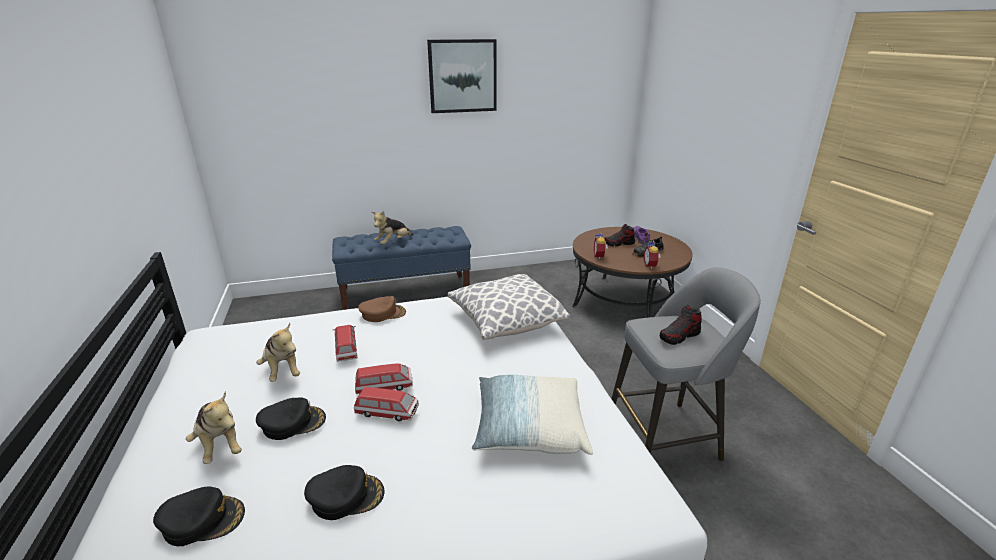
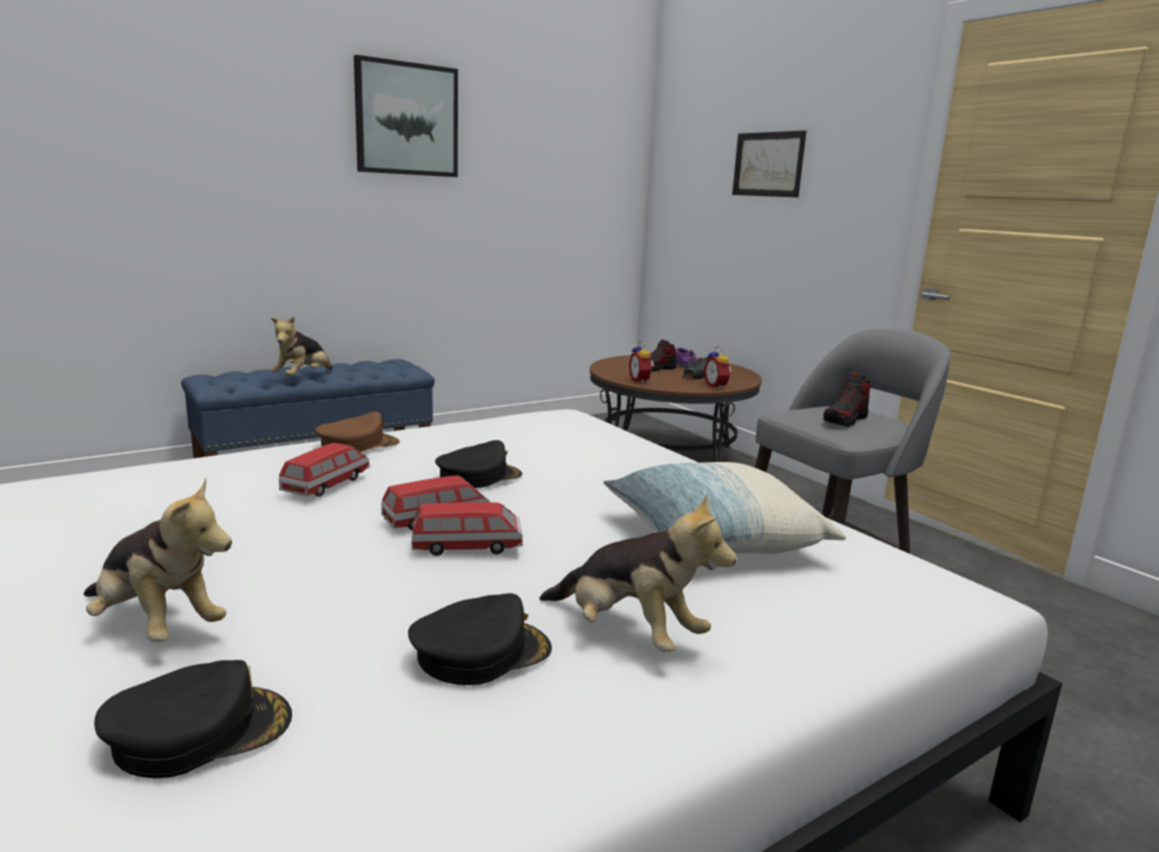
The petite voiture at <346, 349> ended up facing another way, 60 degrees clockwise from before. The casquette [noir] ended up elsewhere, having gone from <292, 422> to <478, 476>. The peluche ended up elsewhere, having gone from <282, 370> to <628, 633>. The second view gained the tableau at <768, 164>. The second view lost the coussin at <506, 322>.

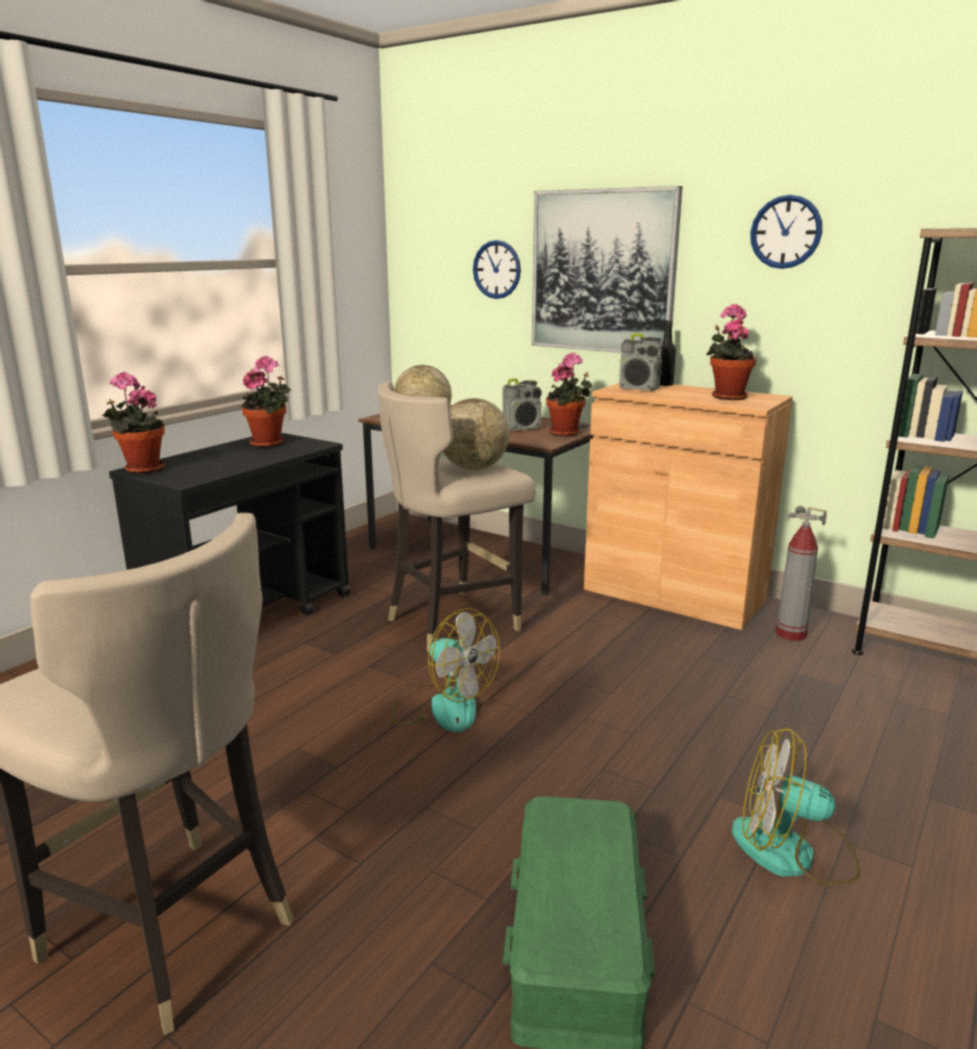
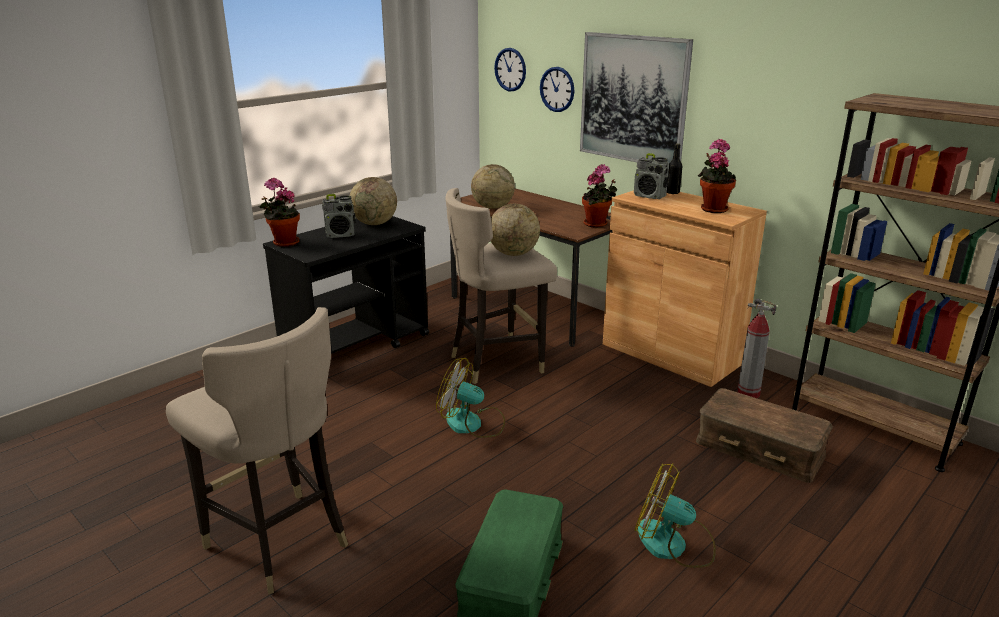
The radio ended up elsewhere, having gone from <522, 428> to <340, 235>. Where the plante en pot stood at <270, 443>, the globe came to stand at <374, 223>. The ventilateur at <442, 706> ended up facing another way, 150 degrees clockwise from before. The horloge murale ended up elsewhere, having gone from <785, 232> to <510, 69>. The second view gained the boîte de rangement [marron] at <759, 449>.

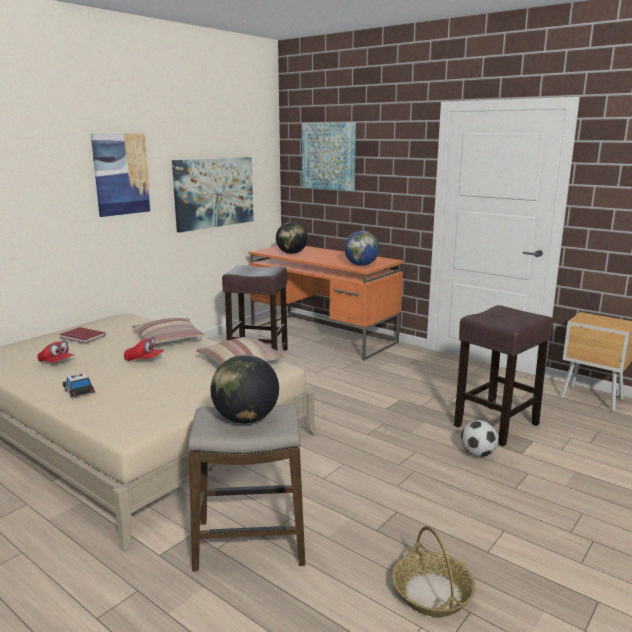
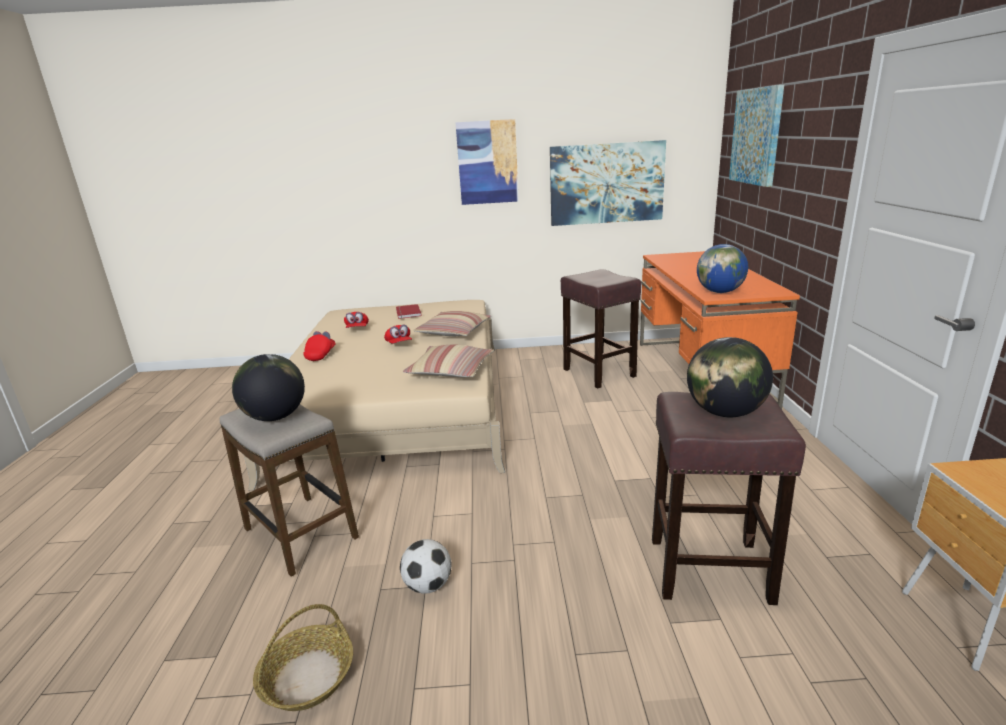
Where the petite voiture stood at <78, 390>, the casquette [rouge] came to stand at <321, 355>. The ballon de foot ended up elsewhere, having gone from <477, 454> to <428, 585>. The globe ended up elsewhere, having gone from <291, 253> to <725, 412>.

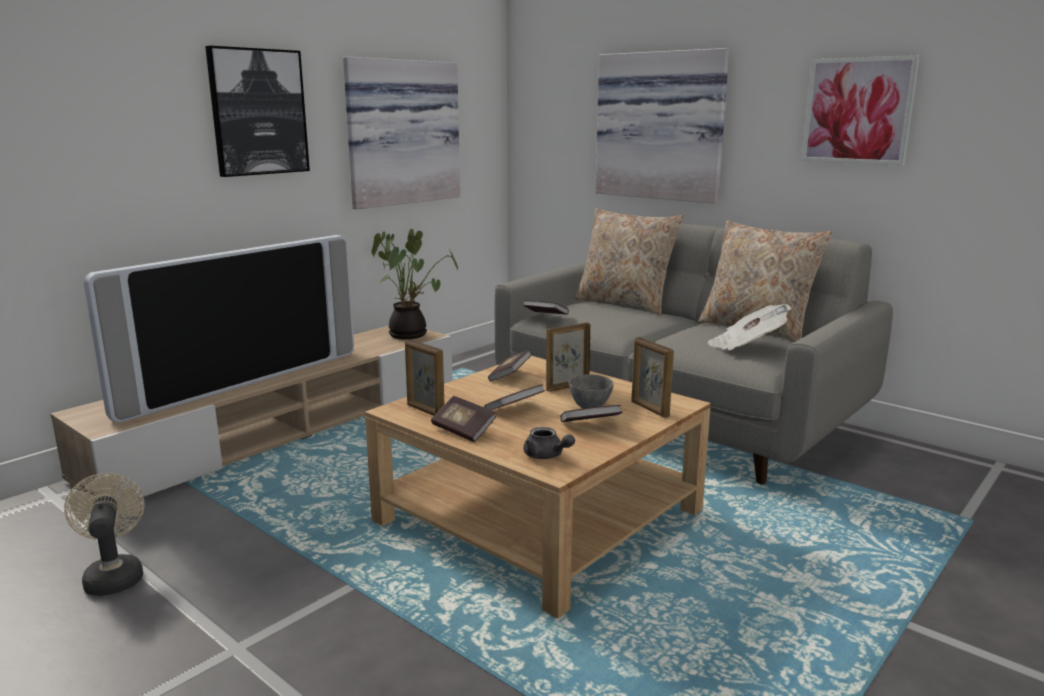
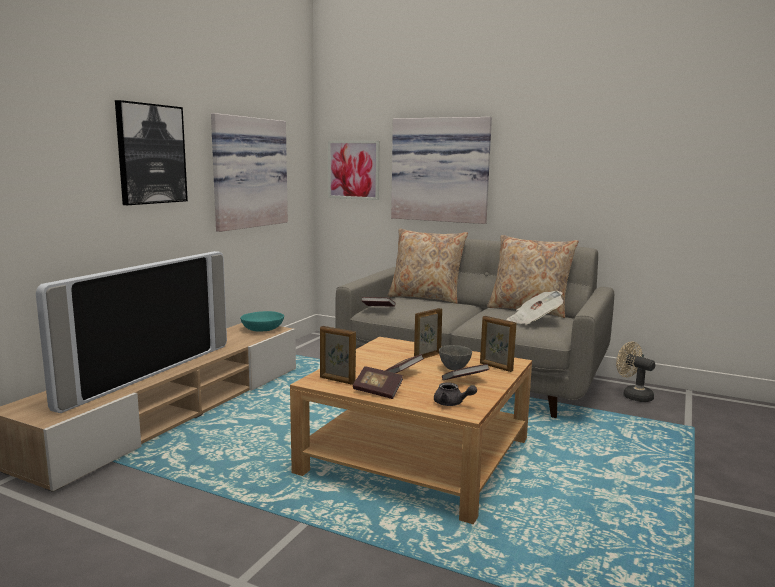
Where the plante en pot stood at <411, 334>, the bol [turquoise] came to stand at <263, 329>. The tableau ended up elsewhere, having gone from <857, 111> to <354, 170>. The ventilateur [beige] ended up elsewhere, having gone from <114, 575> to <633, 395>. The second view lost the livre at <510, 375>.

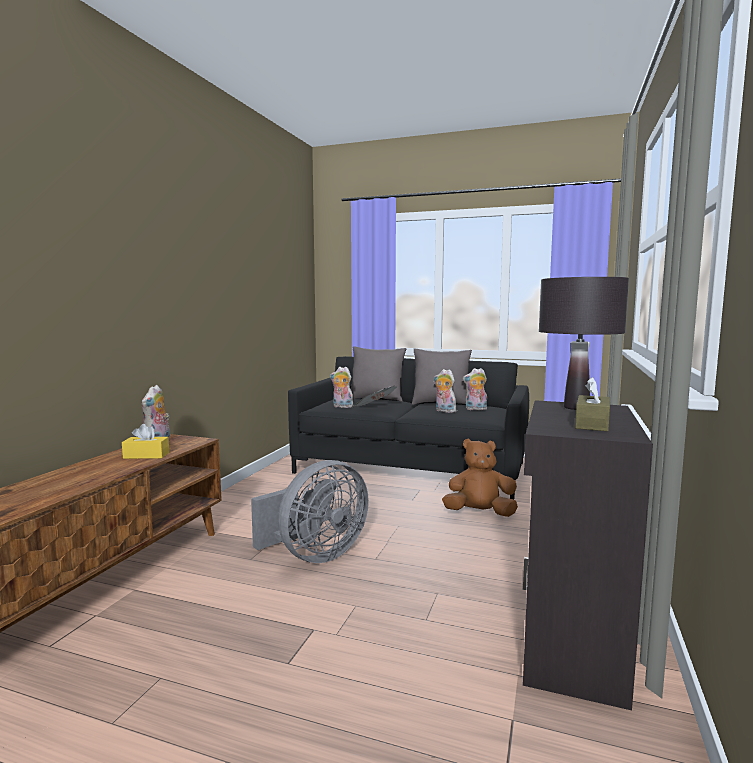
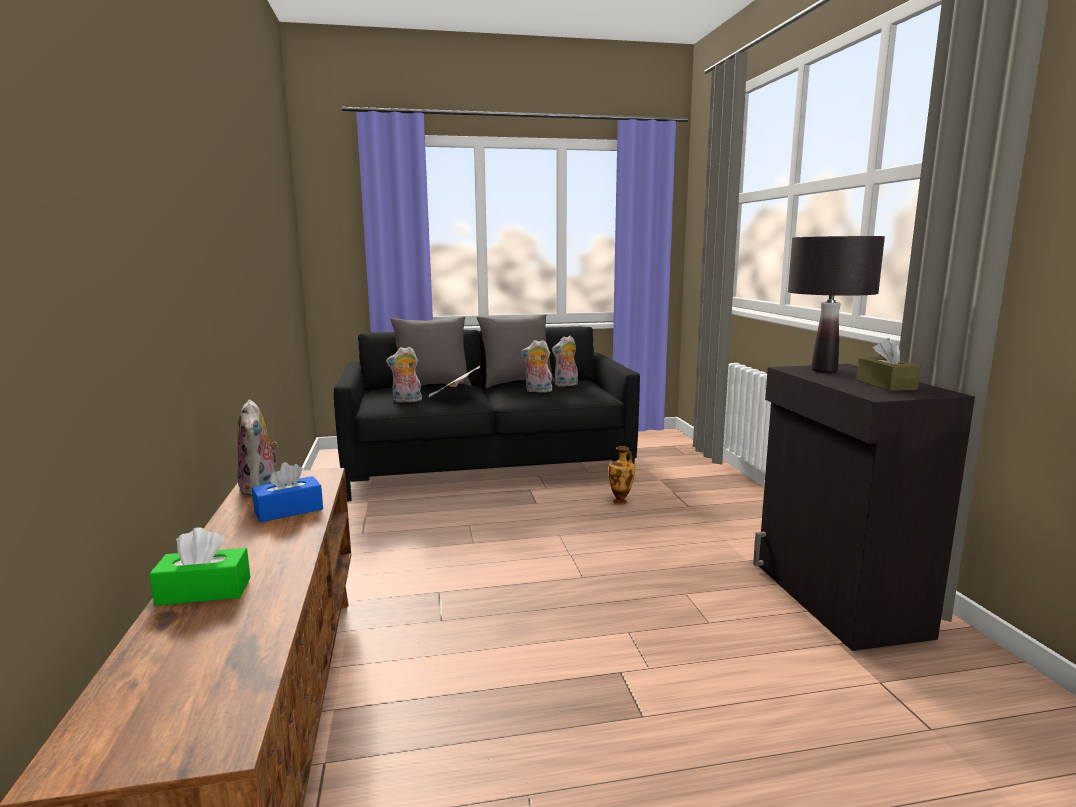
The second view gained the boîte à mouchoirs [vert] at <204, 591>. What was the boîte à mouchoirs [jaune] at <146, 455> turned into the boîte à mouchoirs [bleu] at <289, 510>. Where the peluche [marron] stood at <479, 513>, the vase came to stand at <621, 501>. The second view lost the ventilateur [gris] at <315, 555>.

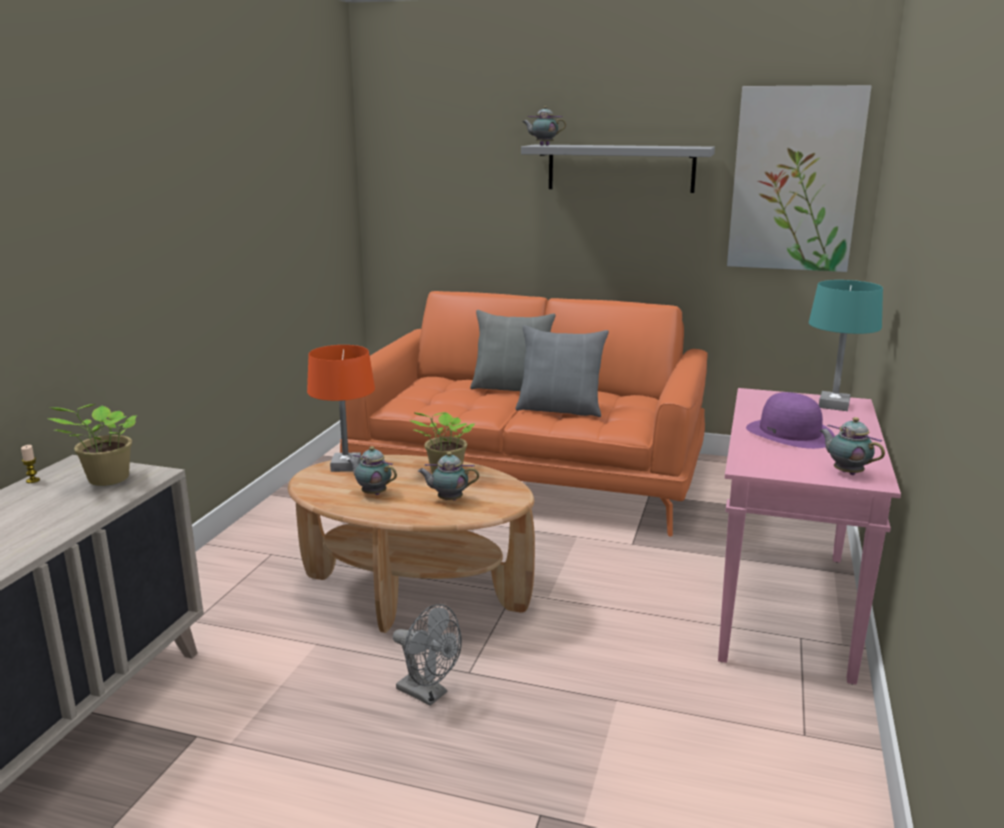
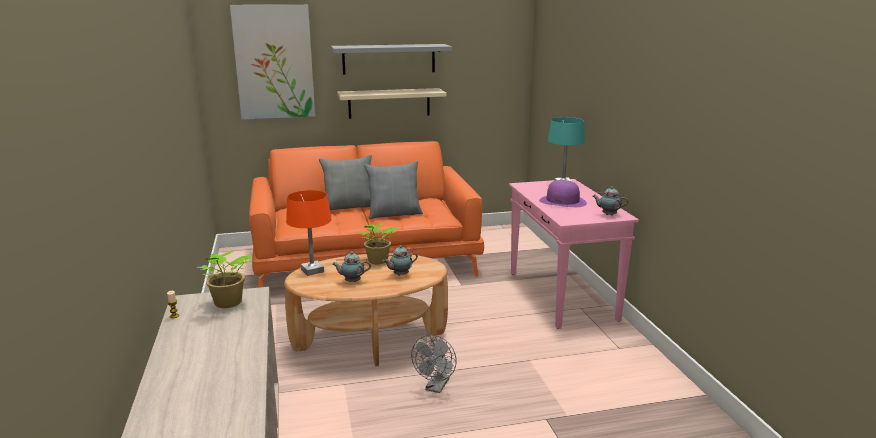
The tableau ended up elsewhere, having gone from <795, 179> to <274, 62>. The second view gained the étagère [beige] at <389, 103>. The ventilateur [gris] at <428, 694> ended up facing another way, 105 degrees clockwise from before. The second view lost the théière at <543, 145>.

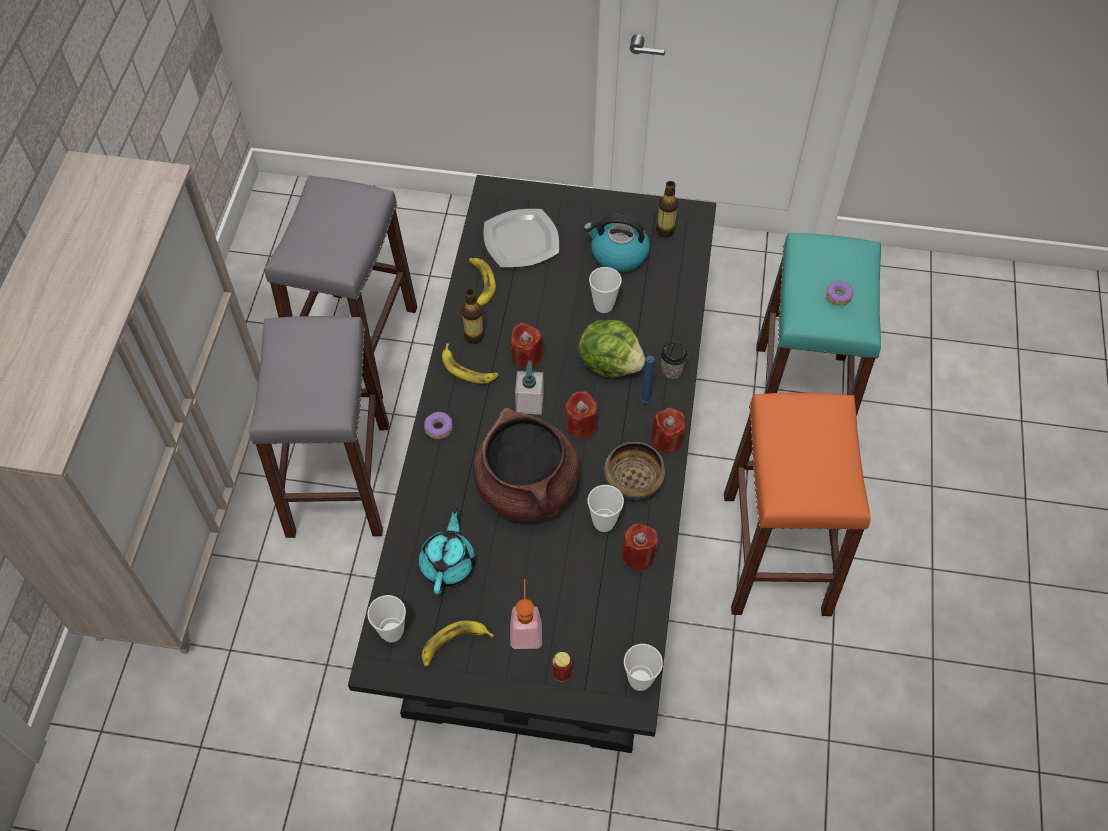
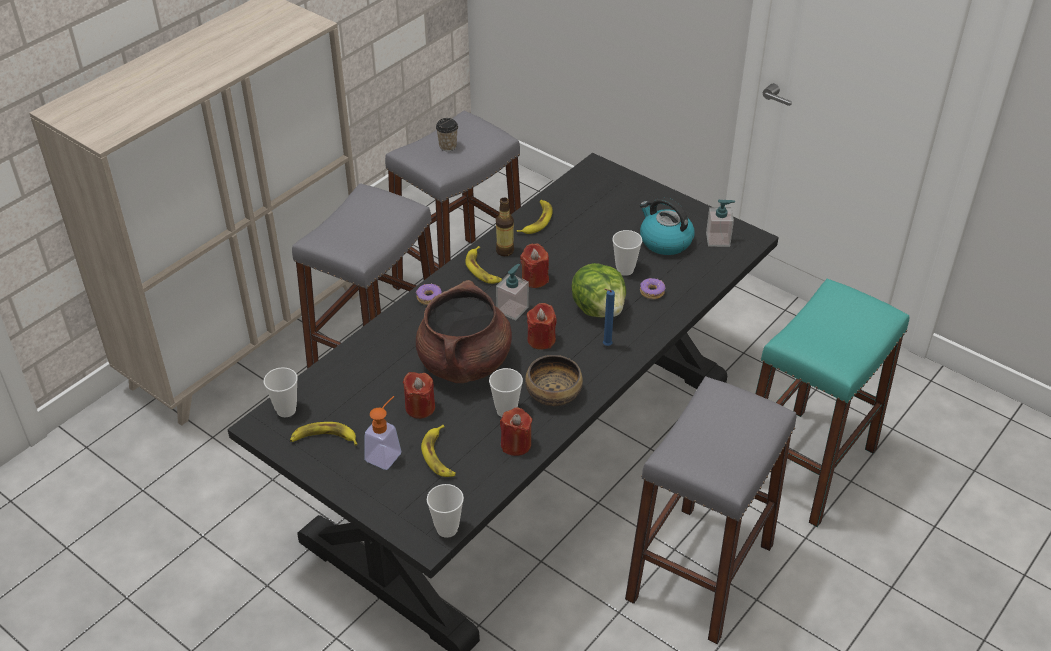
The bougie [rouge] ended up elsewhere, having gone from <666, 440> to <420, 407>. The second view gained the banane at <439, 456>. The tasse ended up elsewhere, having gone from <672, 370> to <448, 146>. What was the tabouret [orange] at <776, 553> turned into the tabouret [gris] at <700, 572>. The beignet ended up elsewhere, having gone from <838, 296> to <651, 292>. Where the bouteille stood at <665, 230>, the distributeur de savon came to stand at <718, 239>. The second view lost the théière [turquoise] at <448, 563>. The second view lost the assiette at <522, 241>. The second view lost the boîte métallique at <562, 673>.

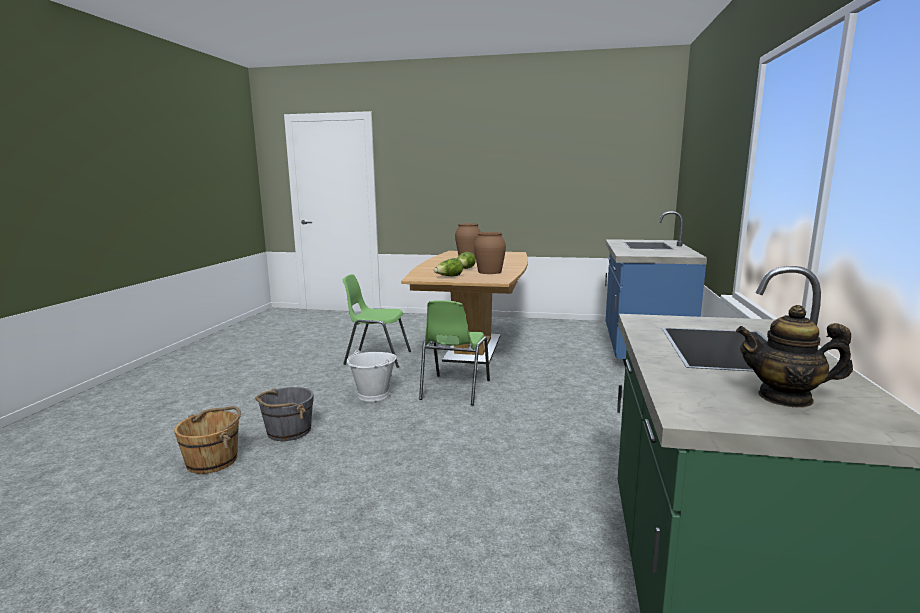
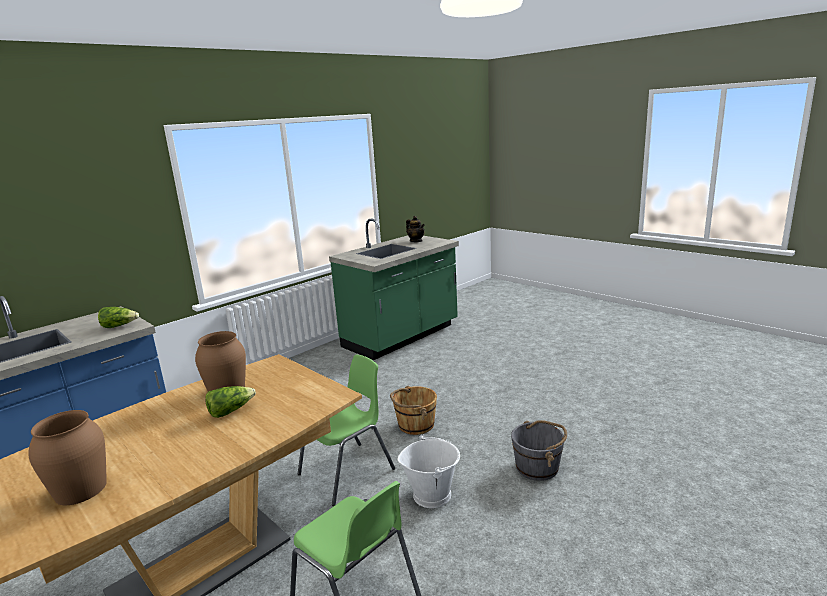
The laitue ended up elsewhere, having gone from <449, 277> to <119, 326>. The seau [marron] ended up elsewhere, having gone from <213, 460> to <415, 425>.

